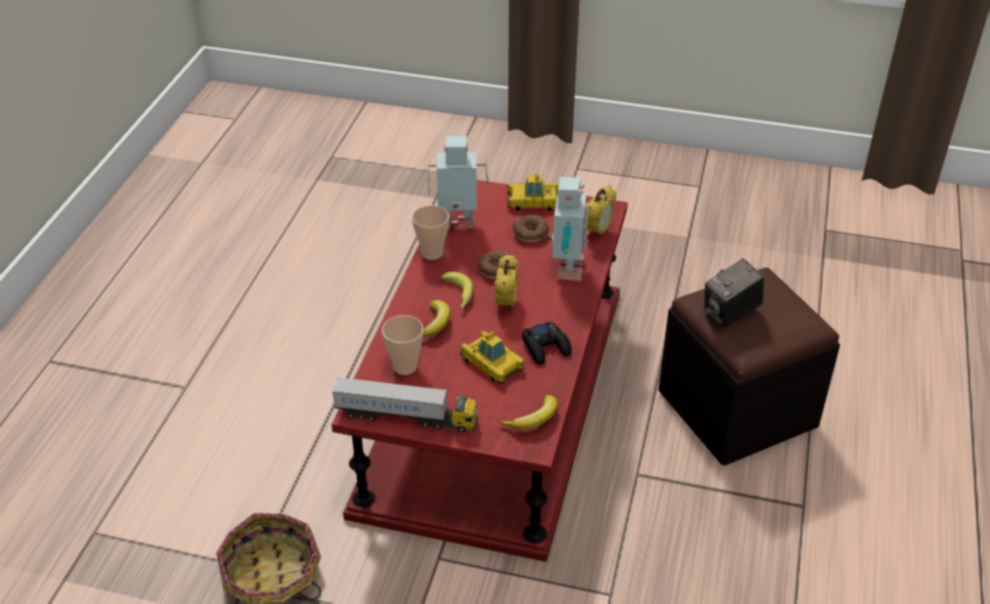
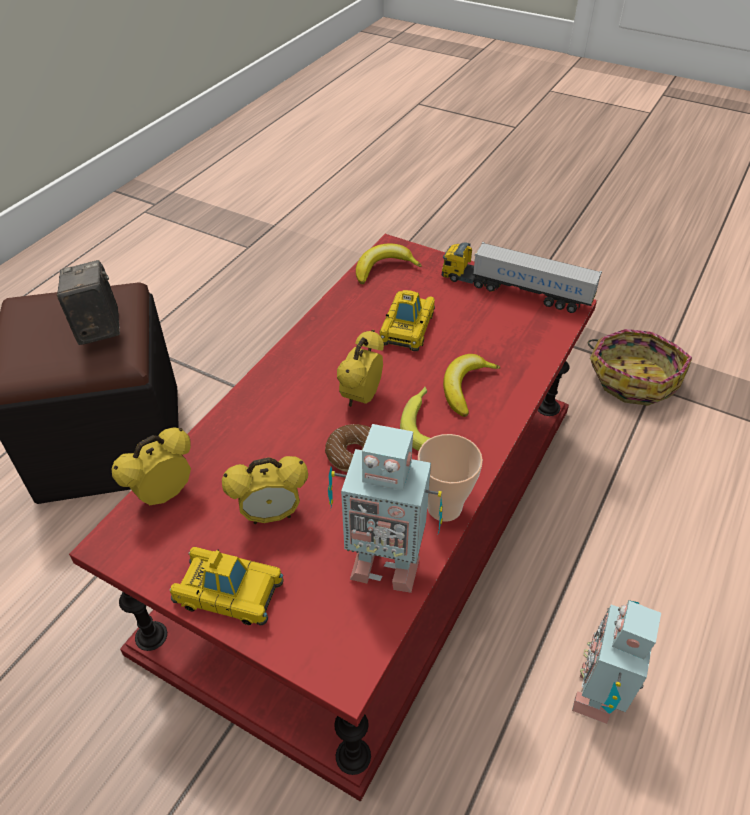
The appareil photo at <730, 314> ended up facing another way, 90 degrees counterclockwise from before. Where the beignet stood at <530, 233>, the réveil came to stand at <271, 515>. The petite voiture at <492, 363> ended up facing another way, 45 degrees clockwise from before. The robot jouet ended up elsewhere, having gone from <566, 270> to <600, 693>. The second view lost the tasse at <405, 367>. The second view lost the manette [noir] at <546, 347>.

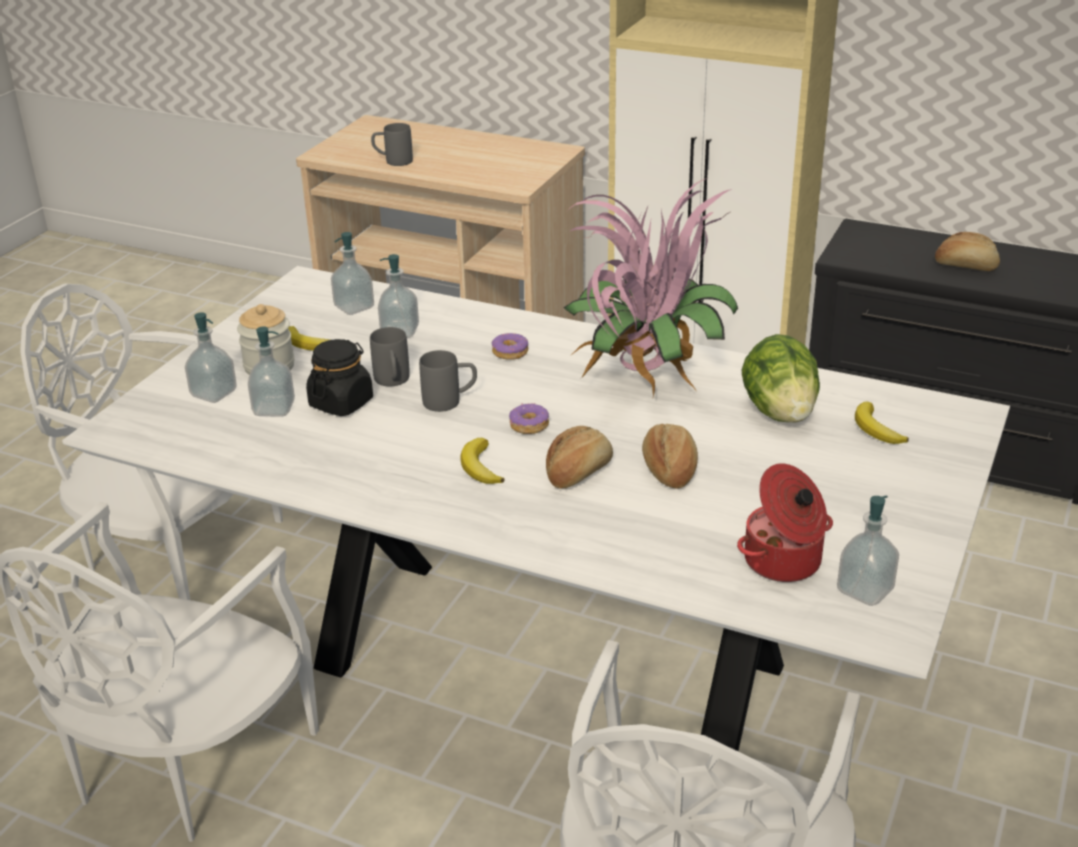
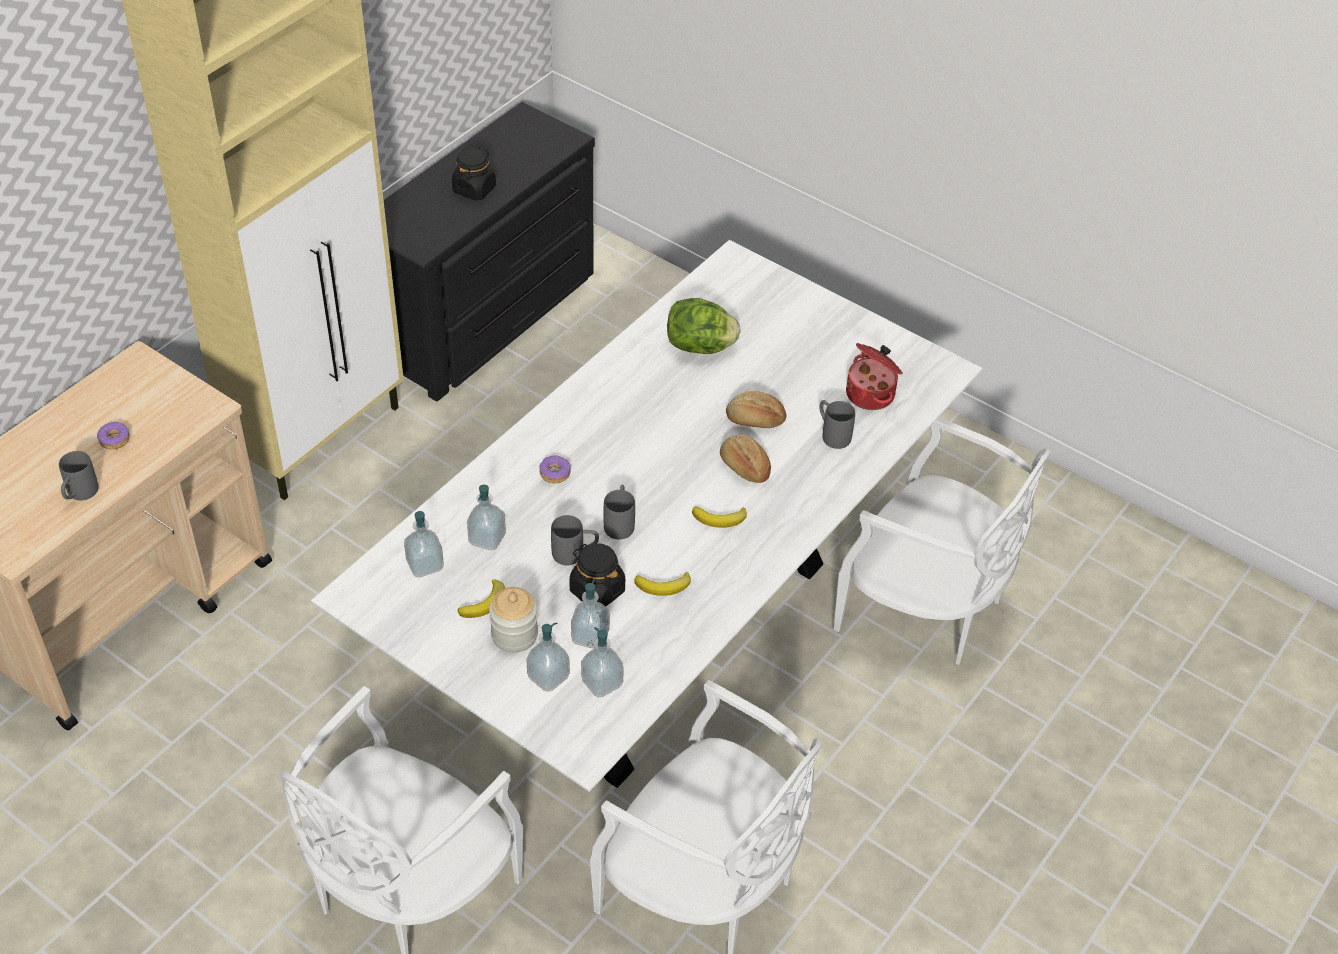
The beignet ended up elsewhere, having gone from <528, 425> to <114, 440>. Where the pain stood at <965, 266>, the bocal [noir] came to stand at <474, 189>. The distributeur de savon ended up elsewhere, having gone from <865, 590> to <602, 683>. The banane ended up elsewhere, having gone from <876, 429> to <664, 586>. The second view gained the mug [gris] at <832, 434>. The second view lost the plante en pot at <645, 385>.

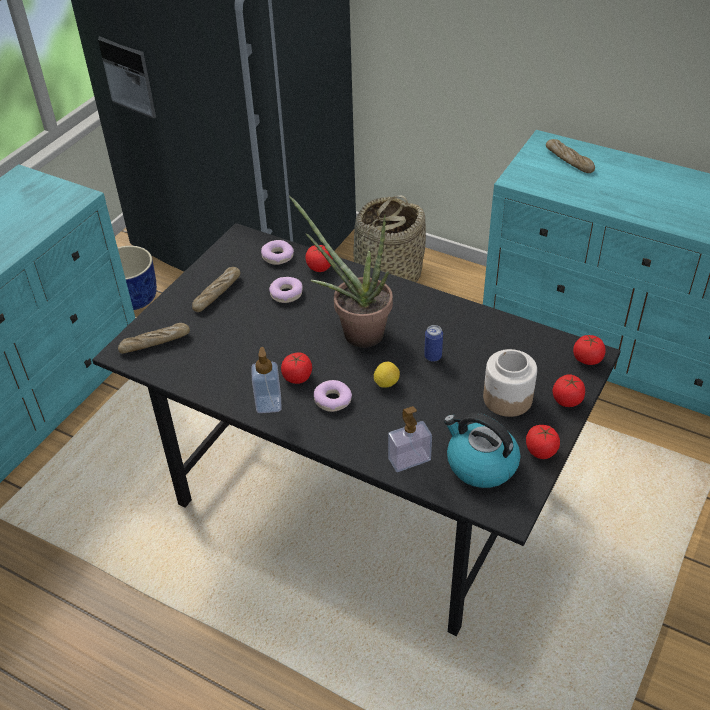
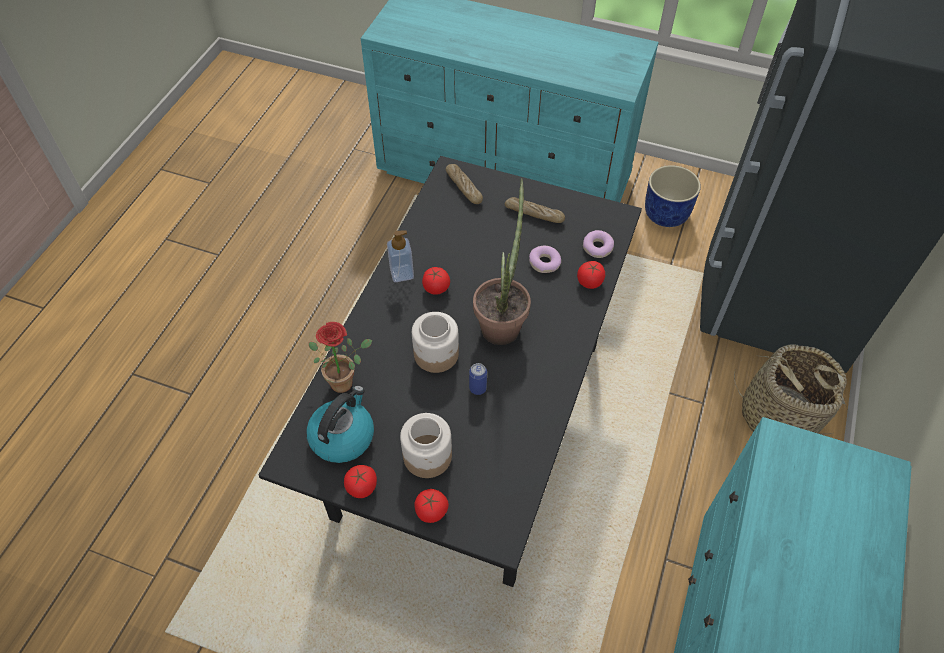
Where the distributeur de savon stood at <409, 459>, the plante en pot came to stand at <346, 380>. Where the citron stood at <386, 383>, the bocal came to stand at <437, 354>. The second view lost the beignet at <333, 400>. The second view lost the pain at <569, 160>. The second view lost the tomate at <587, 359>.

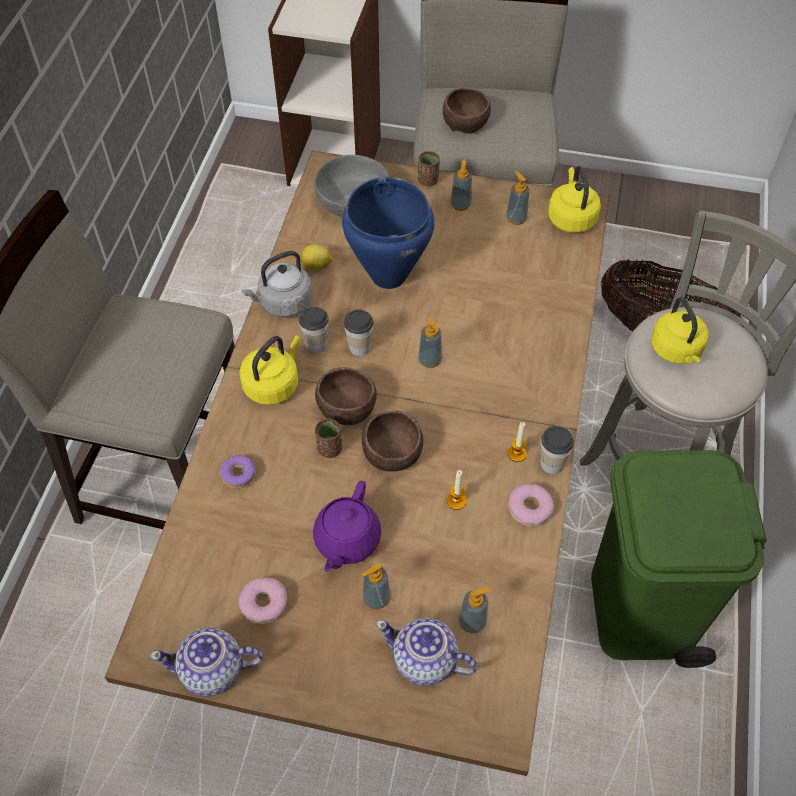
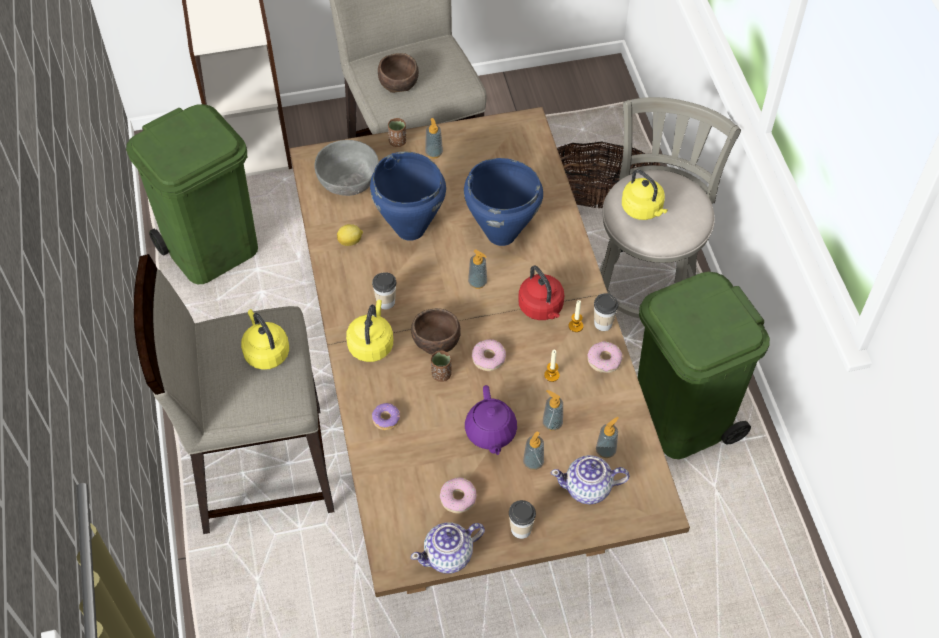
The second view gained the poubelle [vert] at <213, 248>. The bouilloire [jaune] ended up elsewhere, having gone from <571, 217> to <266, 352>. The second view gained the marmite [bleu] at <501, 234>. Where the bol [marron] stood at <393, 451>, the beignet came to stand at <488, 358>. The tasse ended up elsewhere, having gone from <359, 347> to <521, 529>. The second view gained the bouilloire [rouge] at <542, 308>. The distributeur de savon ended up elsewhere, having gone from <516, 218> to <552, 423>. The second view lost the bouilloire [gris] at <283, 303>.

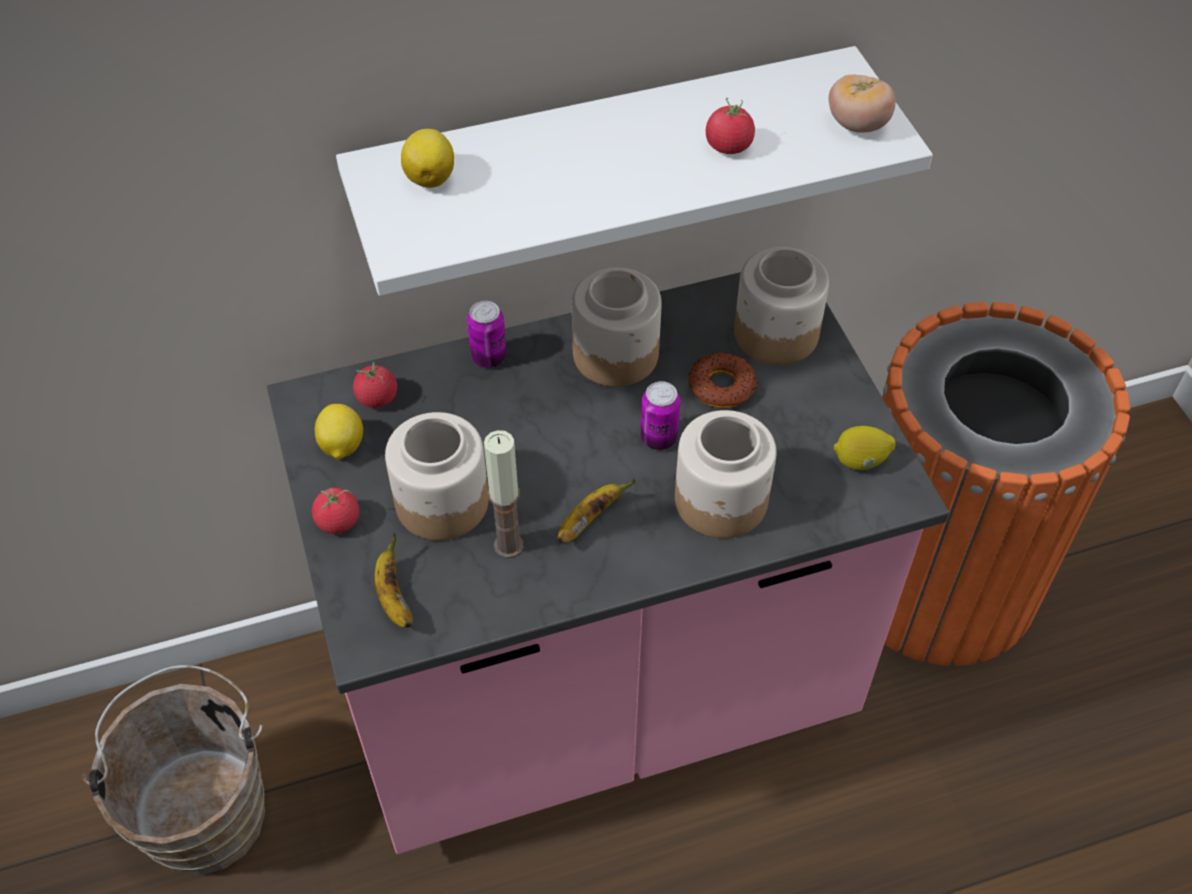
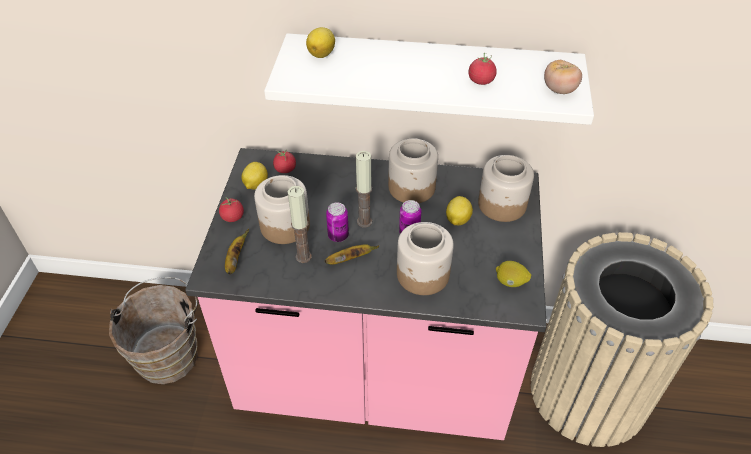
The boîte métallique ended up elsewhere, having gone from <489, 357> to <338, 236>. The second view gained the bougie at <364, 221>. Where the beignet stood at <722, 386>, the citron came to stand at <457, 220>. What was the poubelle [orange] at <938, 579> turned into the poubelle [beige] at <588, 392>.

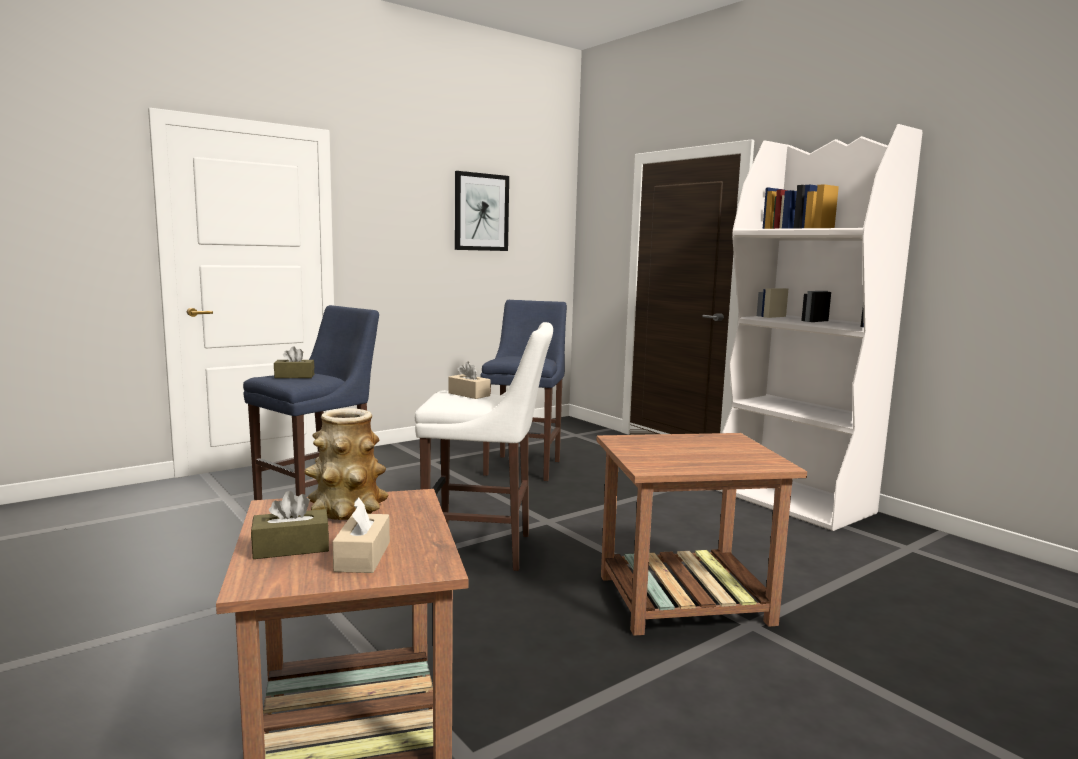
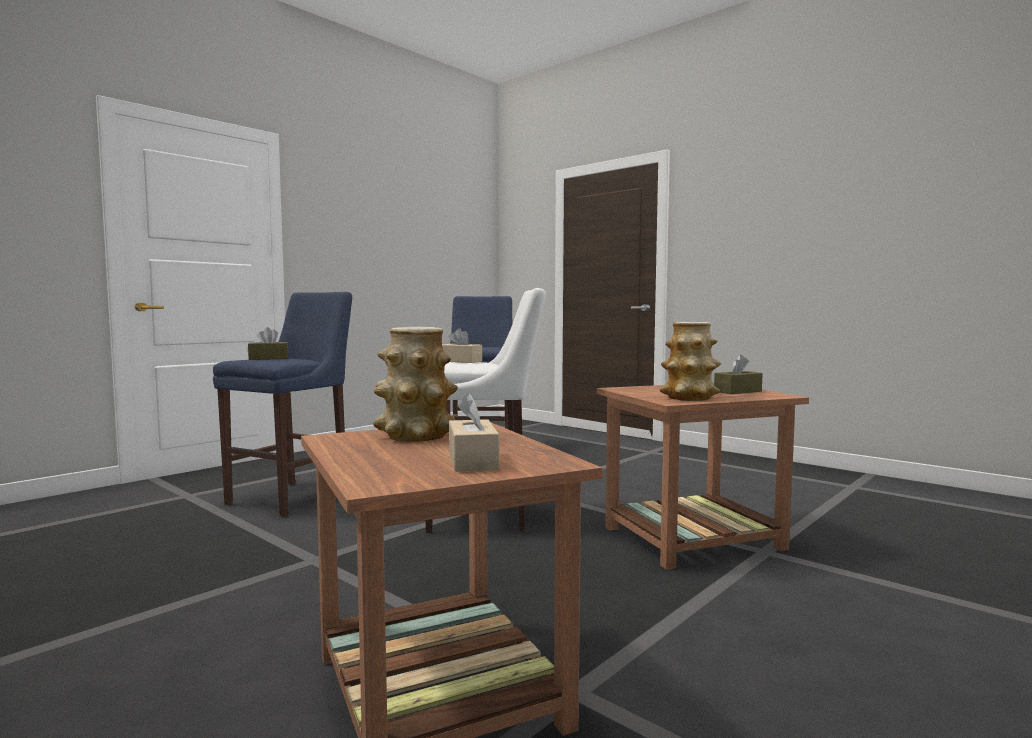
The second view gained the vase at <689, 398>. The boîte à mouchoirs [marron] ended up elsewhere, having gone from <291, 548> to <737, 391>. The second view lost the tableau at <481, 212>. The second view lost the bibliothèque [blanc] at <794, 501>.

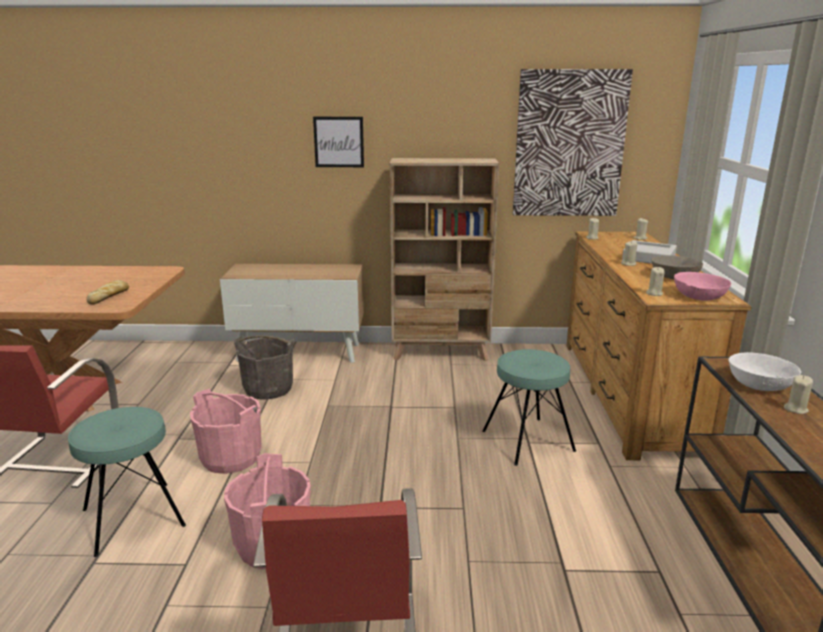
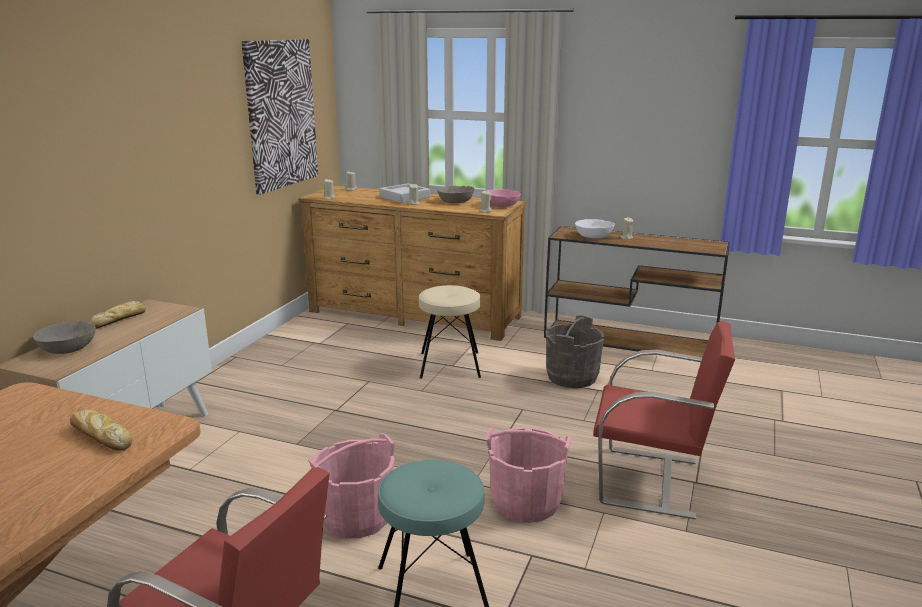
The second view gained the bol [gris] at <68, 348>. The second view gained the pain at <120, 319>. What was the tabouret [turquoise] at <528, 441> turned into the tabouret [beige] at <450, 365>. The seau [gris] ended up elsewhere, having gone from <268, 388> to <571, 377>. The second view lost the tableau at <339, 142>. The second view lost the bibliothèque [beige] at <441, 352>.

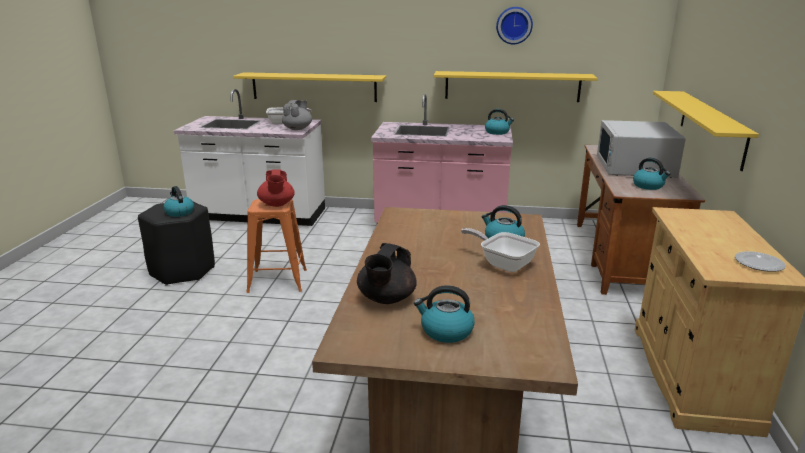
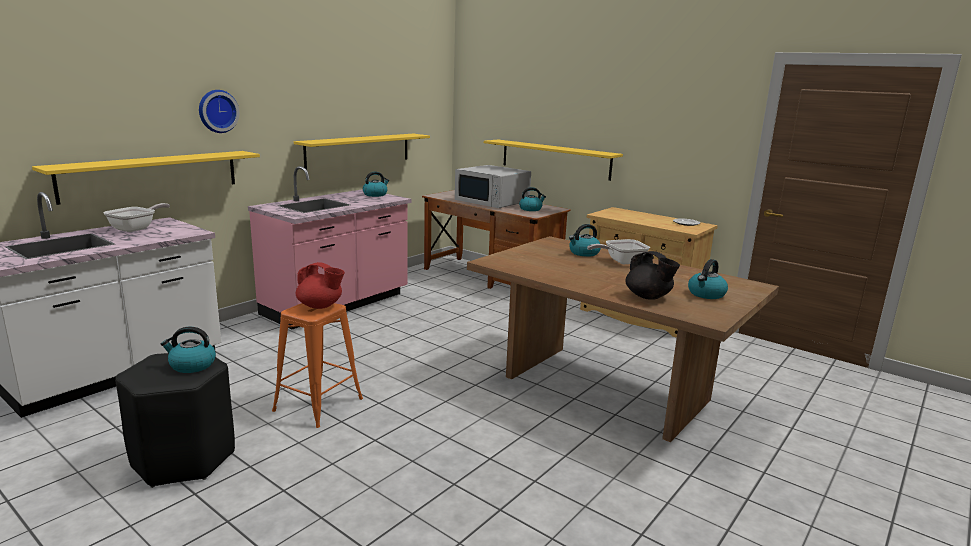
The horloge murale ended up elsewhere, having gone from <514, 25> to <217, 111>. The second view lost the théière [gris] at <298, 129>.

